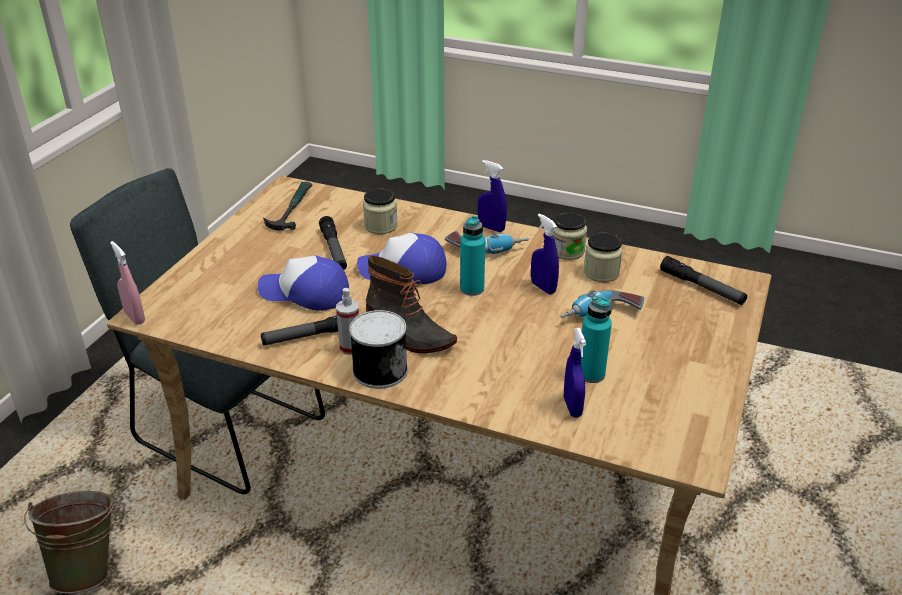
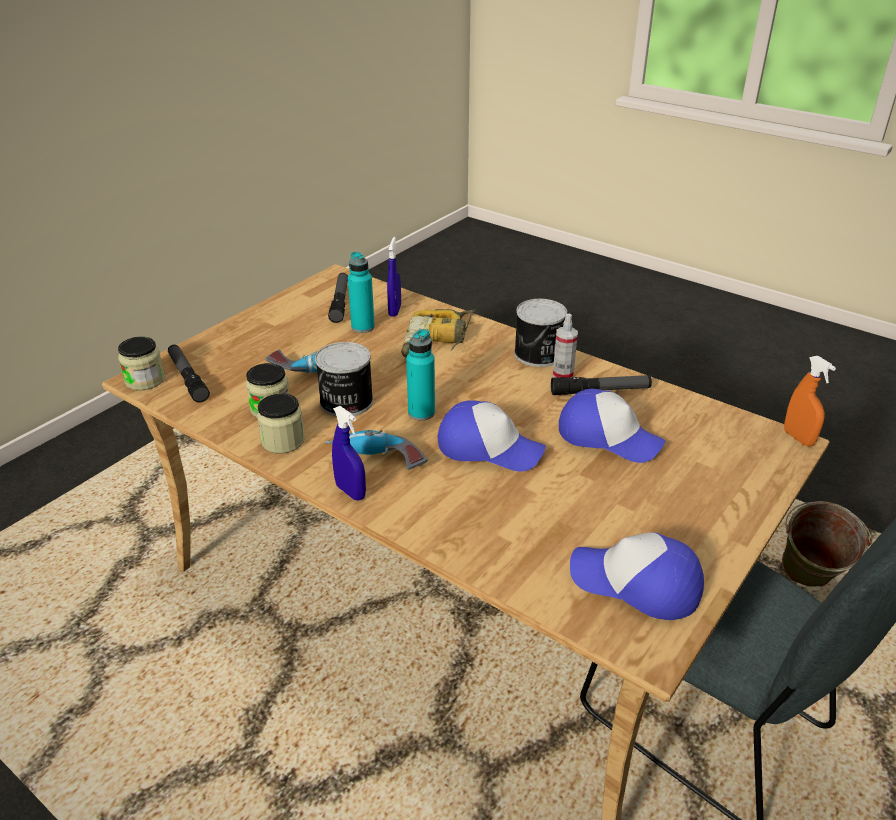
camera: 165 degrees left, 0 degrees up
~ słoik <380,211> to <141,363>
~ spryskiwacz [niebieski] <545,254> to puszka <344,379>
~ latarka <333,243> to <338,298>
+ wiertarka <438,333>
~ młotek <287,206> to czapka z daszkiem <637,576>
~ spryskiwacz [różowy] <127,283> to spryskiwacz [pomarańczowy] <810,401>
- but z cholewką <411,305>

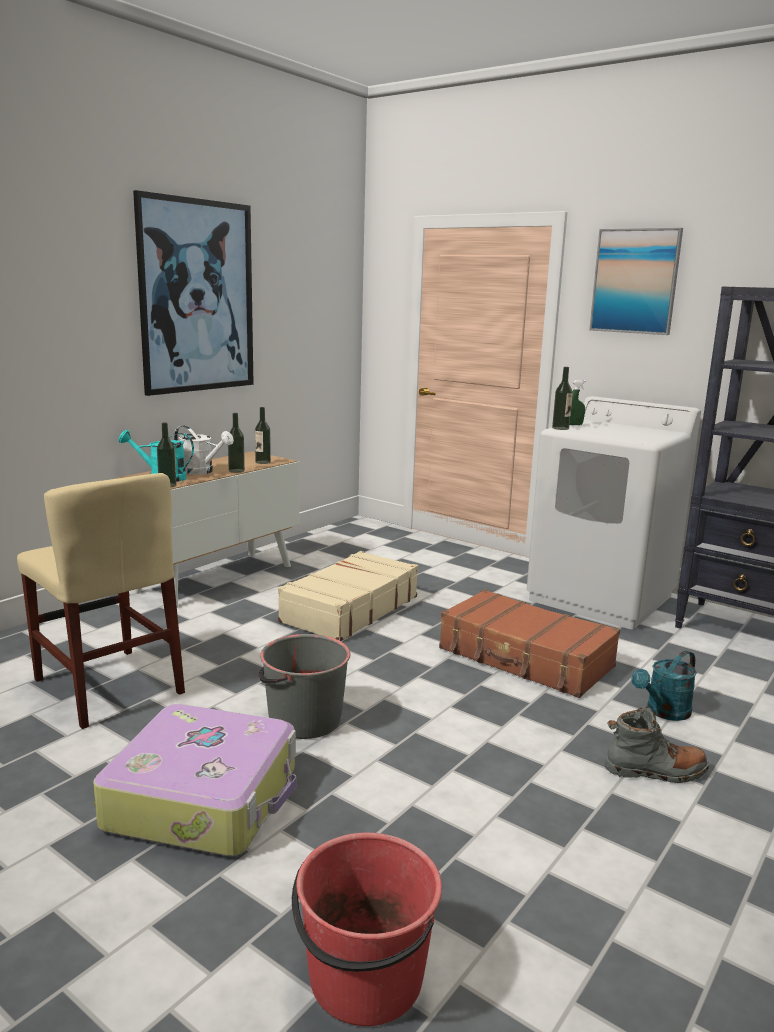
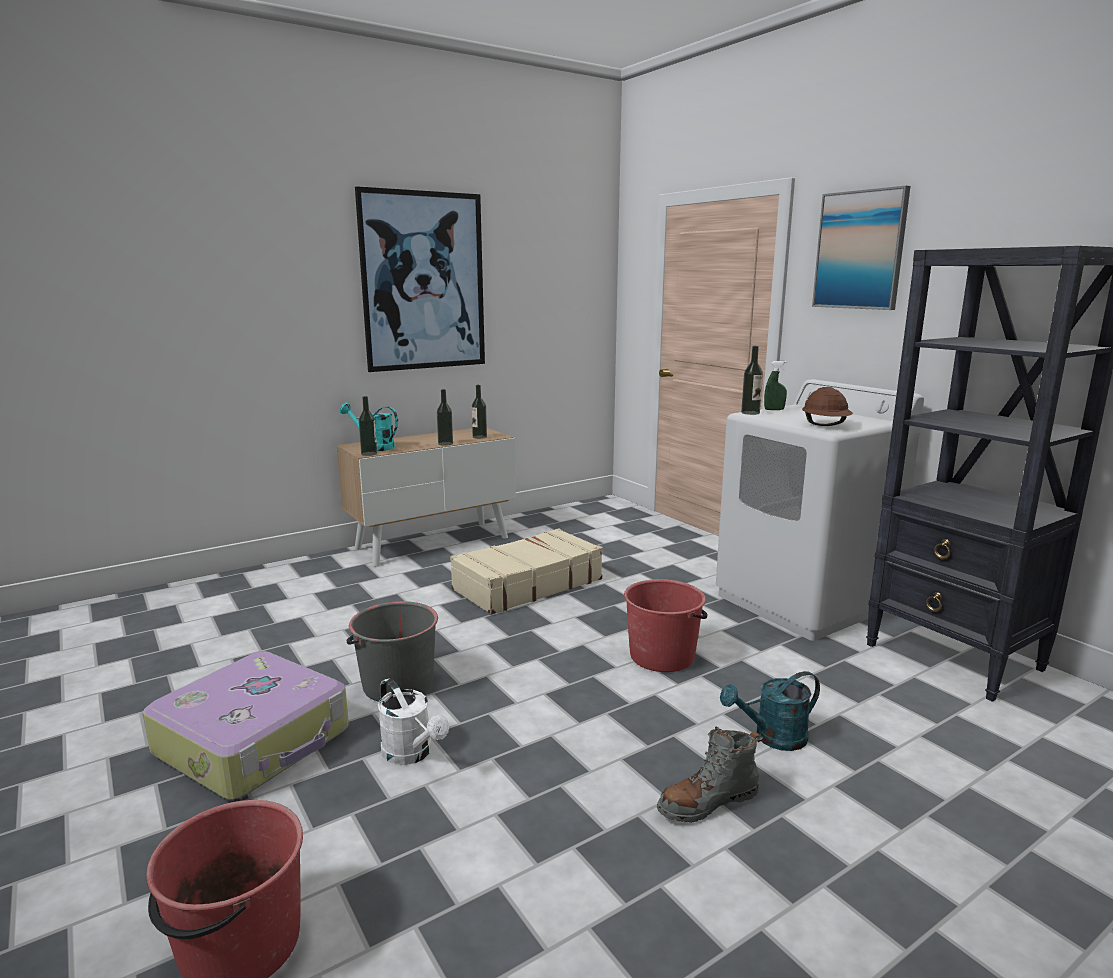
camera: 20 degrees right, 0 degrees up
~ konewka [biały] <204,450> to <413,721>
~ walizka [brązowy] <529,643> to wiadro [czerwony] <666,625>
~ but z cholewką [szary] <657,745> = <710,774> 135 degrees clockwise
+ kask [brązowy] <827,406>
- krzesło [beżowy] <101,601>

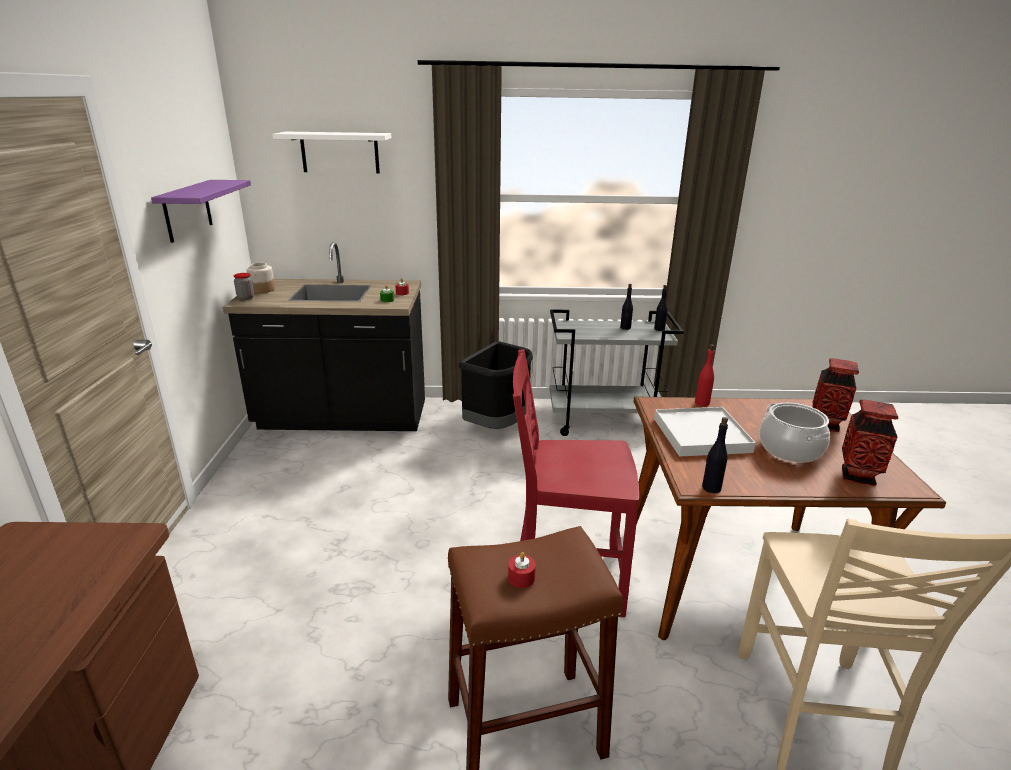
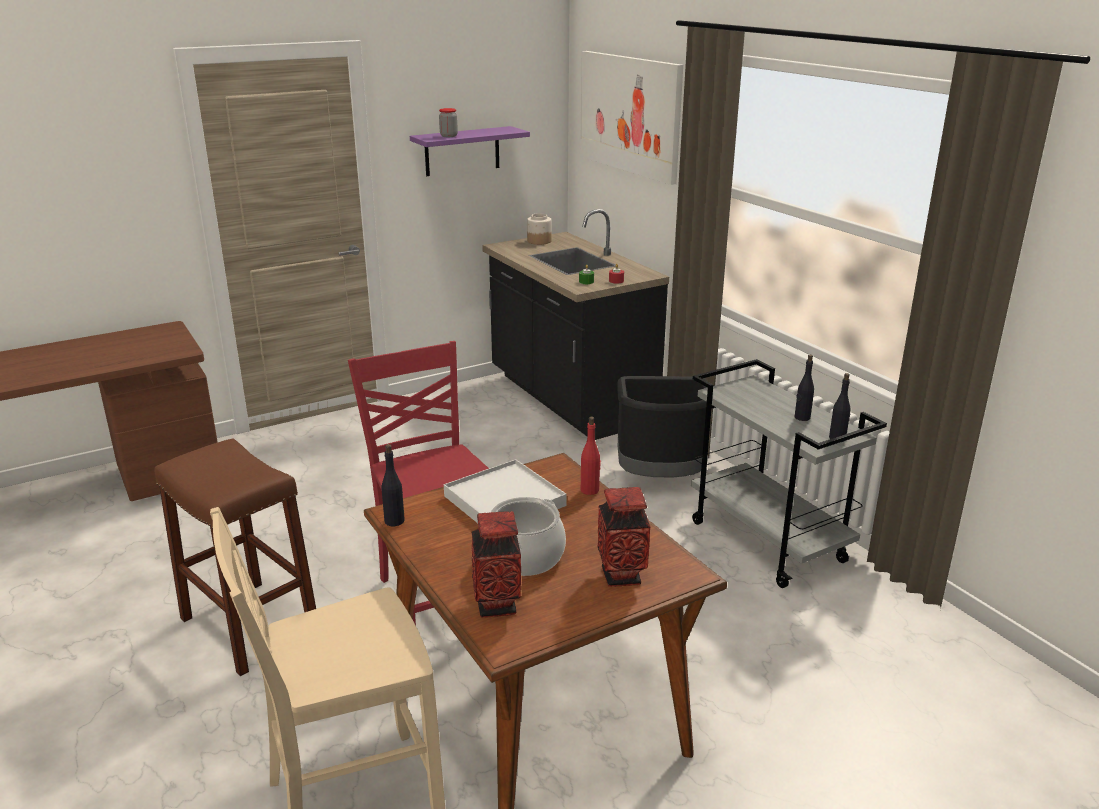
camera: 60 degrees right, 0 degrees up
~ słoik <244,286> to <448,122>
~ półka [biały] <331,152> to obraz <631,118>
- świeca [czerwony] <522,570>

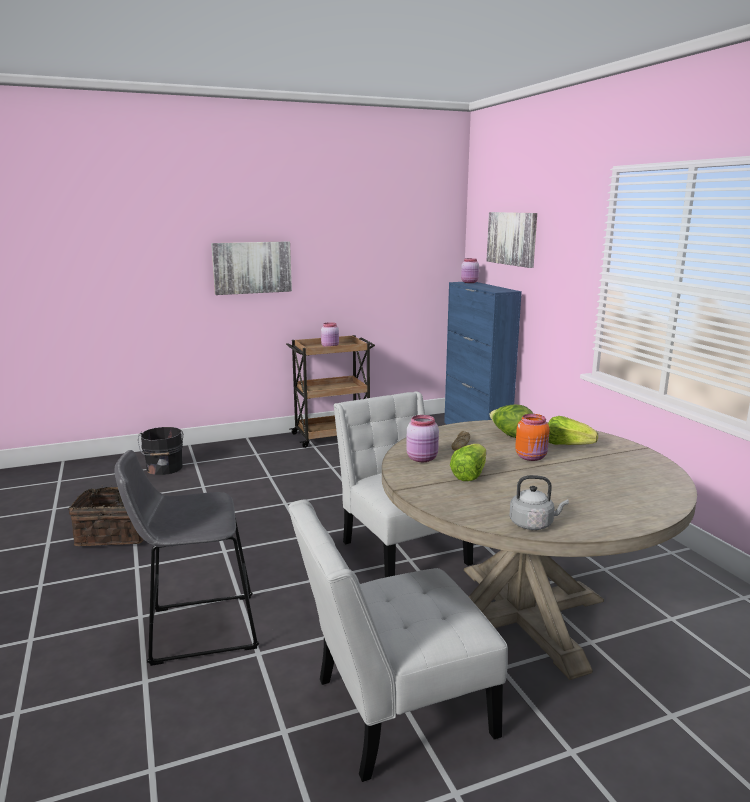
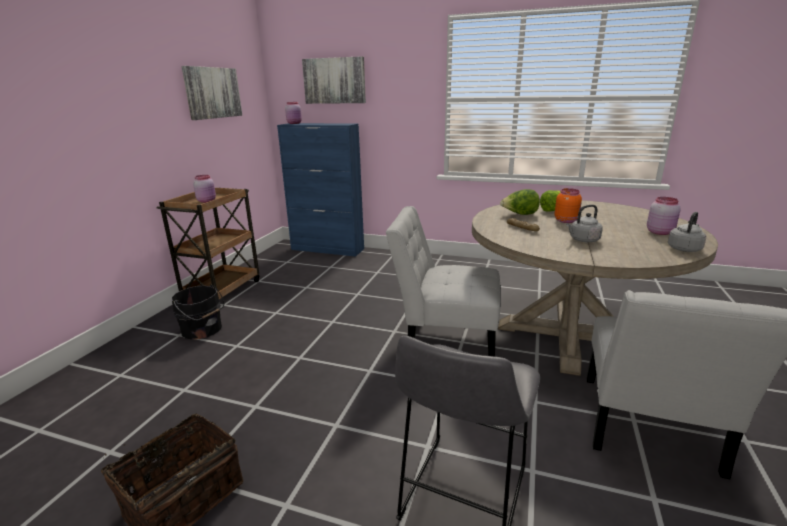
camera: 50 degrees left, 5 degrees up
~ wiadro [czarny] <160,451> to <197,312>
~ obraz <251,268> to <212,93>
~ sałata <468,462> to czajnik [szary] <584,223>
~ słoik [różowy] <422,438> to <664,216>

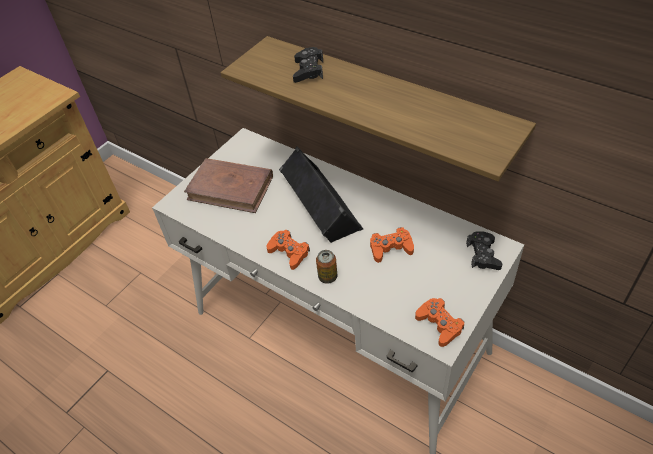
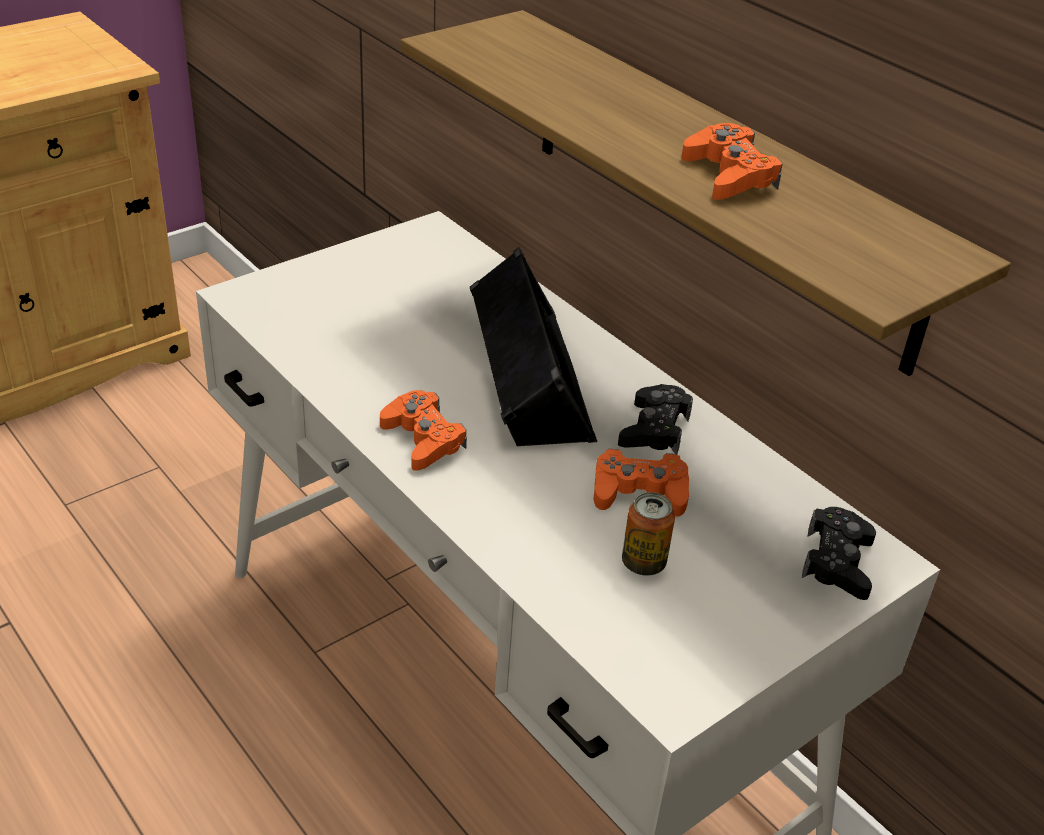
camera: 10 degrees right, 10 degrees down
~ pad do gier [czarny] <308,65> to <655,419>
~ puszka <326,267> to <648,533>
~ pad do gier [pomarańczowy] <439,322> to <732,161>
- książka [brązowy] <228,185>

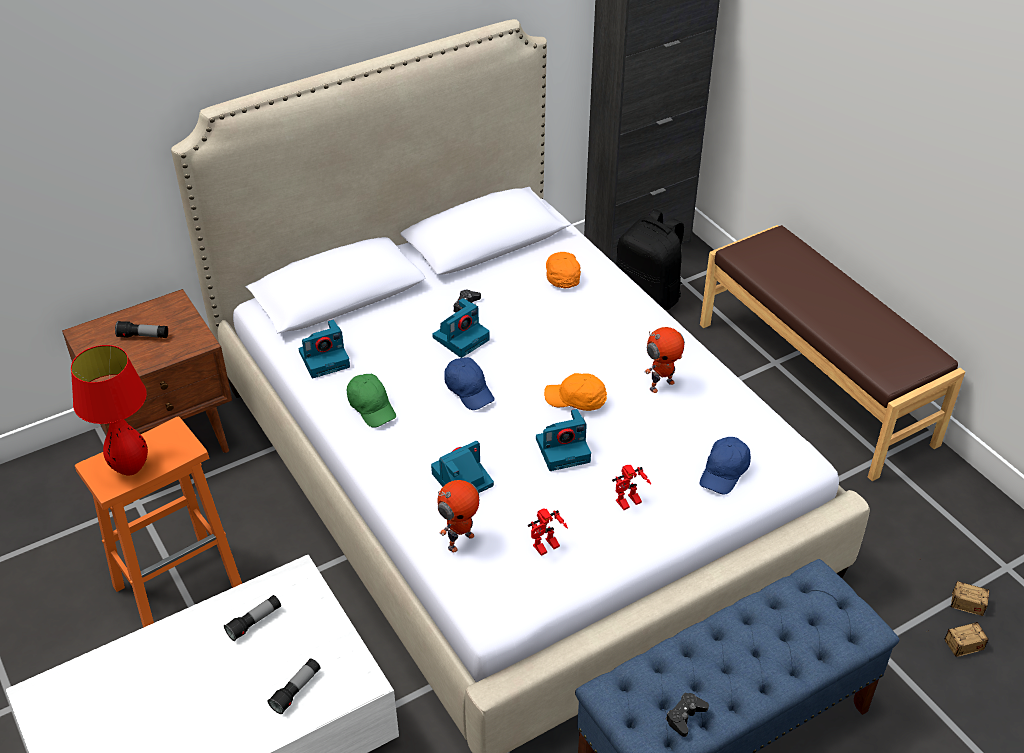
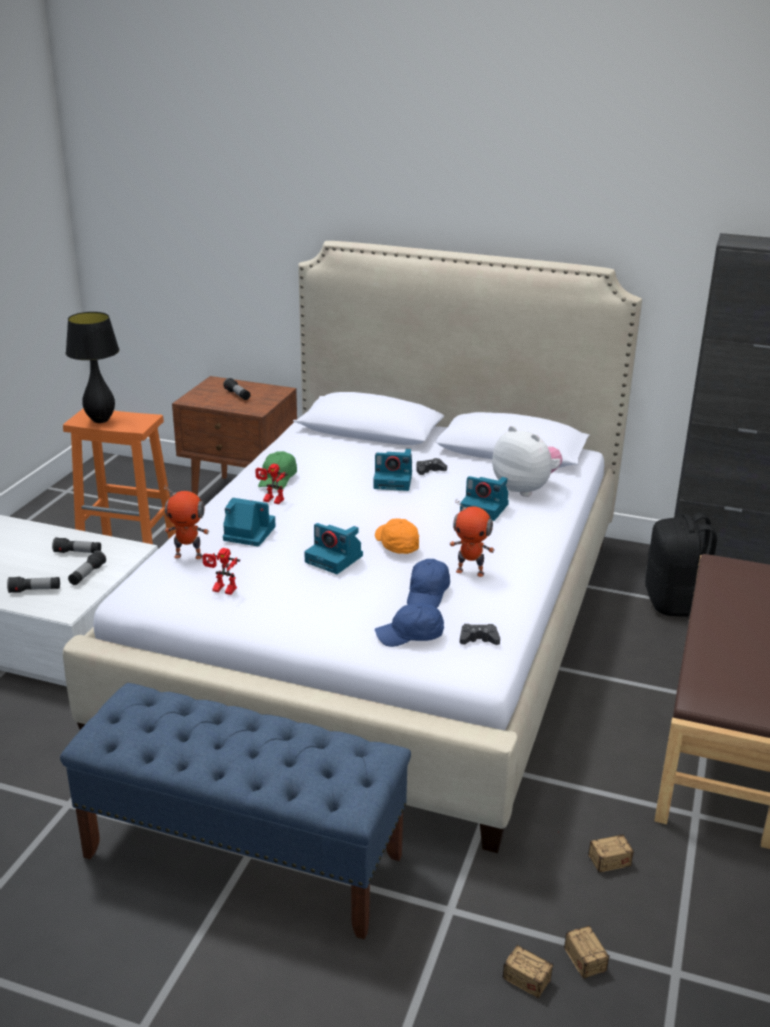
camera: 50 degrees right, 15 degrees down
~ lampa stołowa [czerwony] <109,410> to lampa stołowa [czarny] <92,367>
+ latarka <87,567>
~ robot zabawkowy <631,487> to <271,484>
~ czapka z daszkiem [niebieski] <469,383> to <428,583>
~ aparat fotograficzny <324,349> to <484,498>
~ pad do gier [czarny] <687,715> to <480,634>
~ czapka z daszkiem [pomarańczowy] <563,270> to pluszak <527,461>
+ pojemnik do przechowywania <596,852>

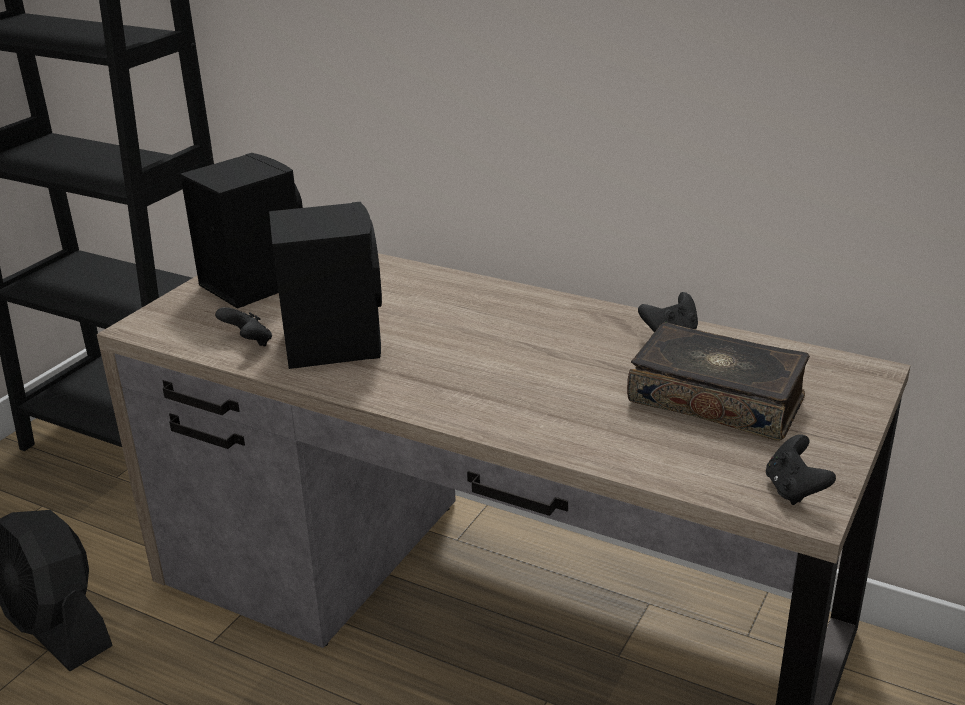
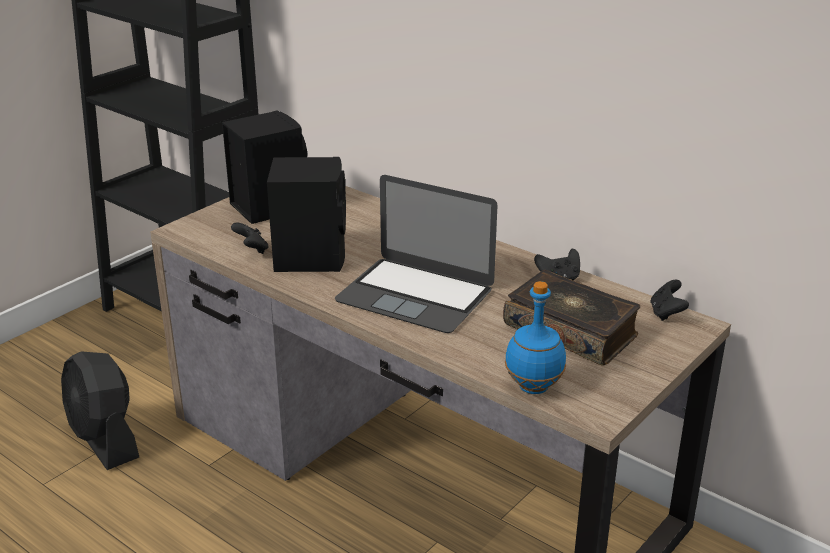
camera: 10 degrees right, 0 degrees up
+ laptop <416,254>
+ butelka [niebieski] <535,337>
~ pad do gier [czarny] <801,469> to <669,300>

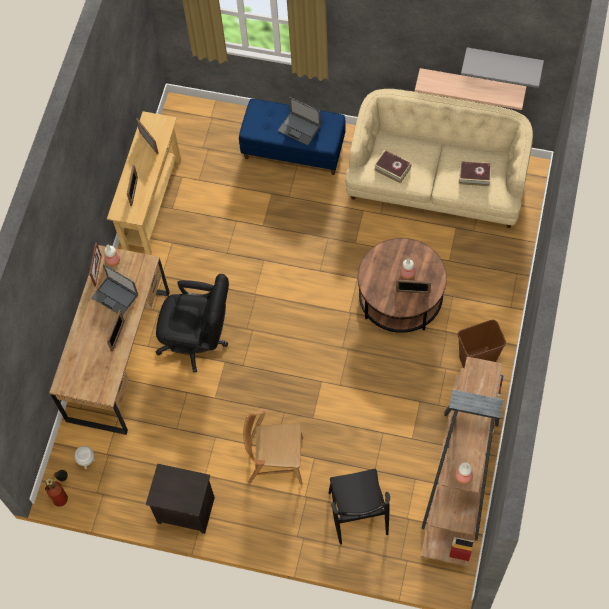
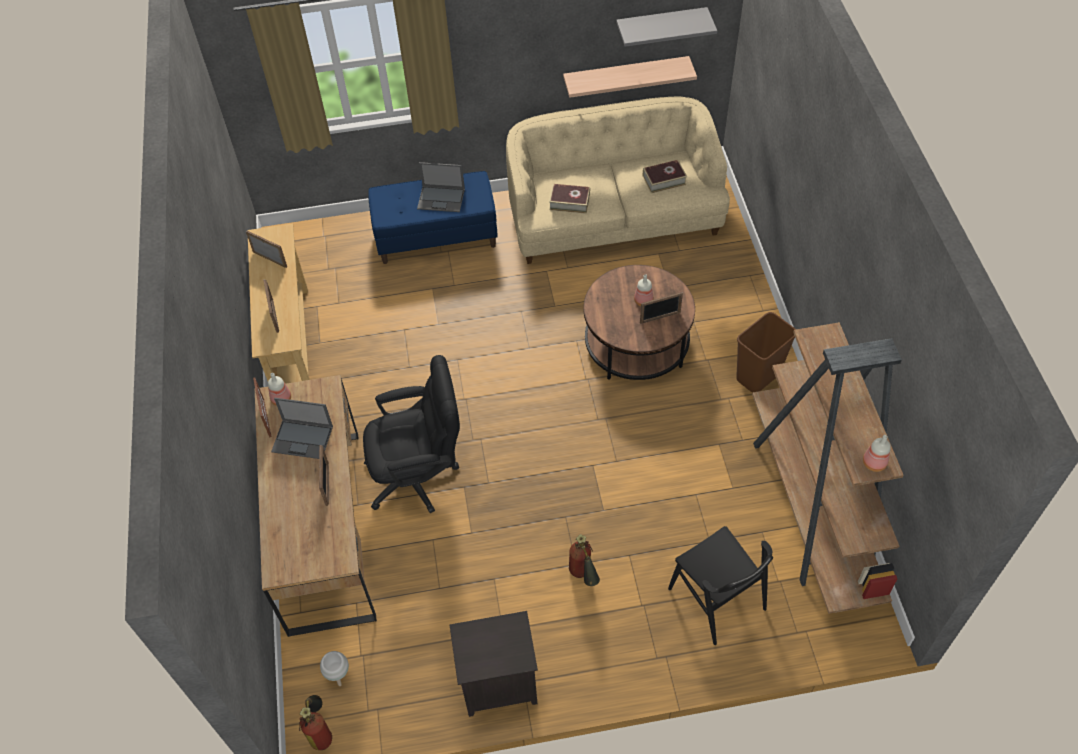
camera: 25 degrees left, 10 degrees down
~ krzesło [brązowy] <273,447> to gaśnica <584,560>

